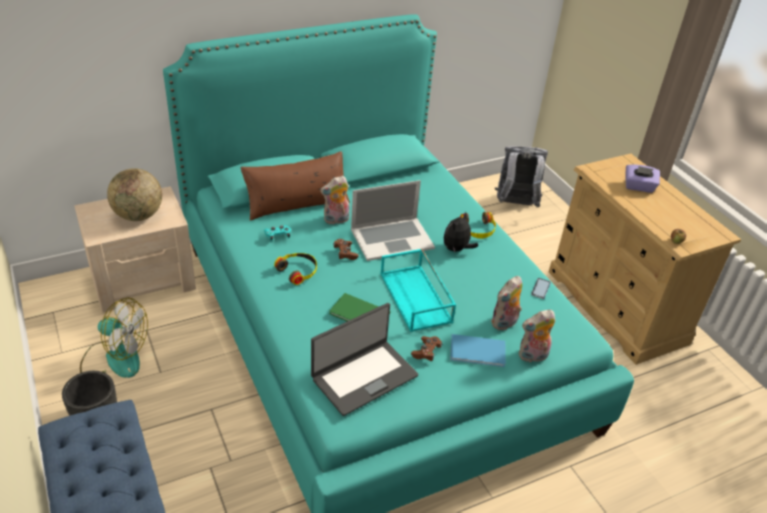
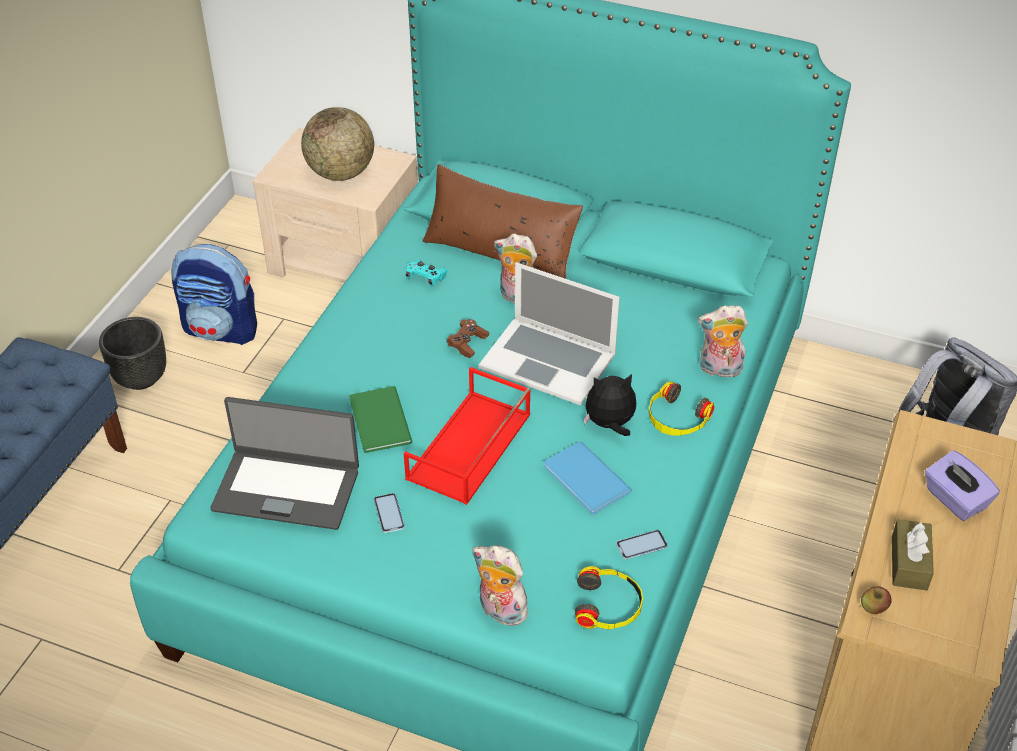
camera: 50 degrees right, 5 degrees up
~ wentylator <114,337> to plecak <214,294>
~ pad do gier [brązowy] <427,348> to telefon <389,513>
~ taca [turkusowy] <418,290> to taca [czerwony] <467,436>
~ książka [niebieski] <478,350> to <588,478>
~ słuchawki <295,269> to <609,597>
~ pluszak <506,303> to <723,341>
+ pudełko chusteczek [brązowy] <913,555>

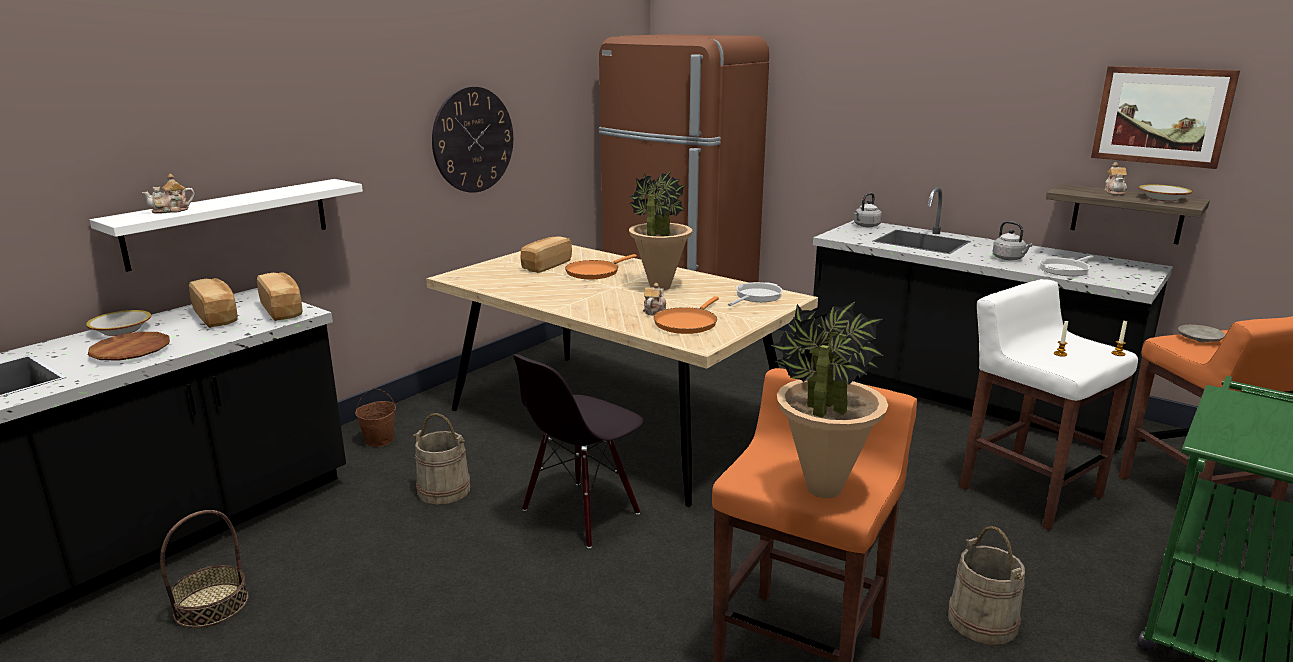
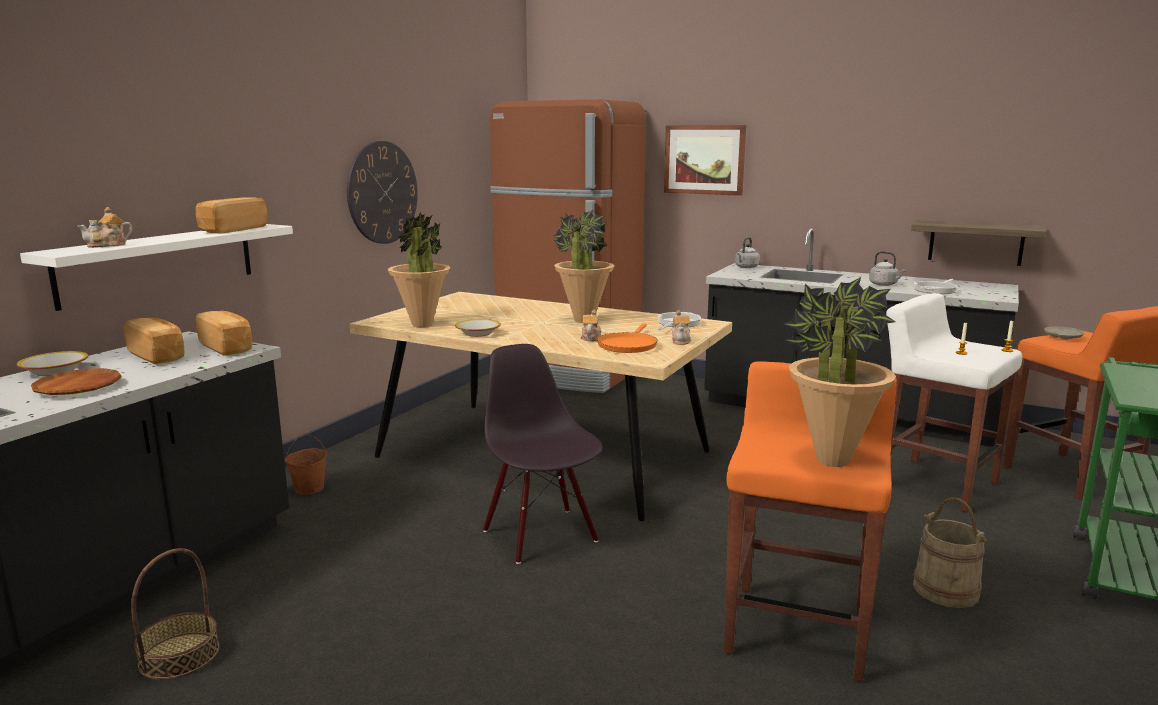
camera: 10 degrees left, 5 degrees down
~ chleb <546,254> to <231,215>
+ roślina doniczkowa <418,269>
~ miska <1165,192> to <478,328>
~ krzesło [czarny] <578,451> = <543,454> 120 degrees clockwise
~ obraz <1165,117> to <705,160>
~ imbryk <1115,178> to <681,327>
- wiadro [beżowy] <441,459>
- patelnia [pomarańczowy] <601,266>

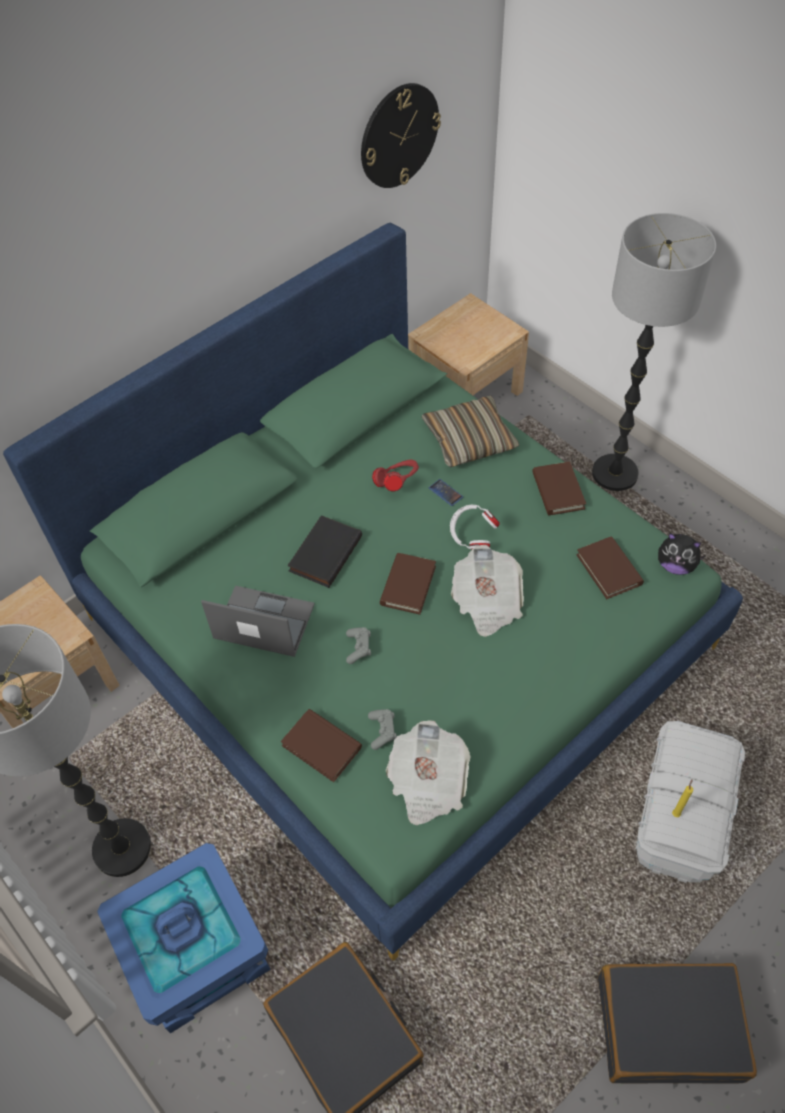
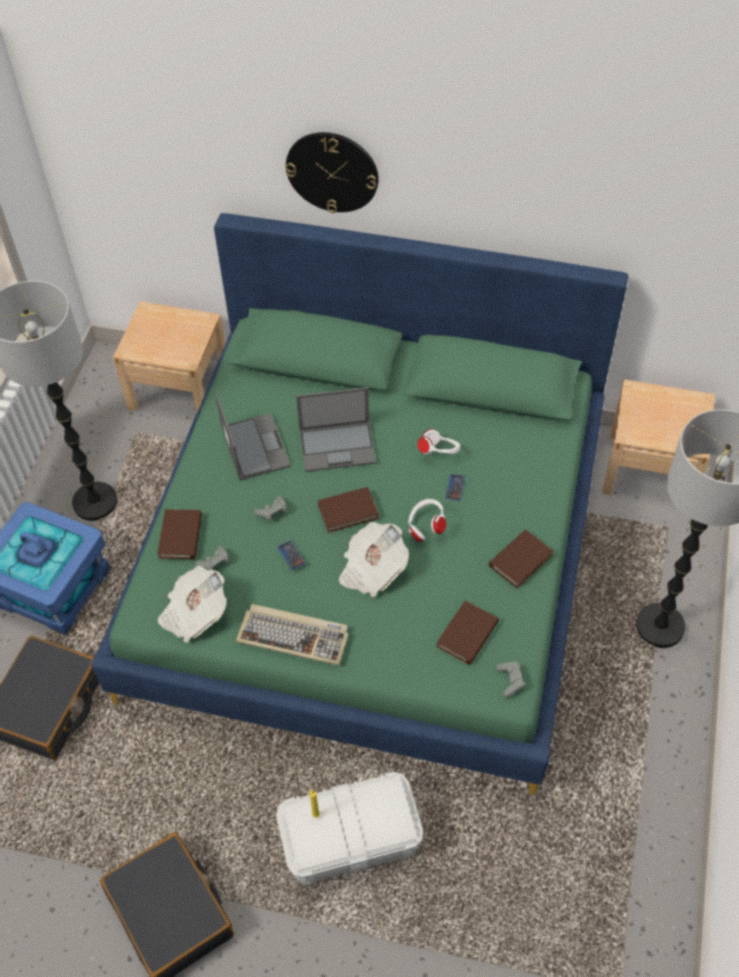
camera: 55 degrees right, 0 degrees up
+ klawiatura <292,635>
+ telefon <291,555>
~ zegar ścienny <401,135> to <332,172>
~ książka [czarny] <324,551> to laptop <336,429>
~ słuchawki [czerwony] <395,476> to słuchawki [biały] <439,441>
~ pluszak <682,554> to pad do gier [szary] <510,680>
- poduszka <470,431>

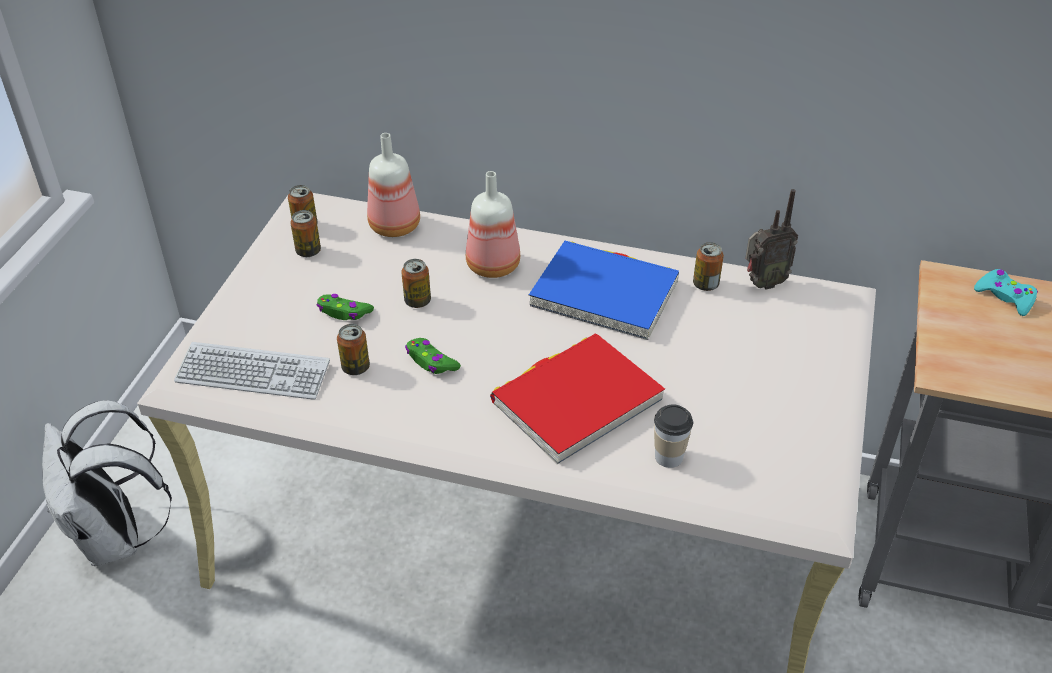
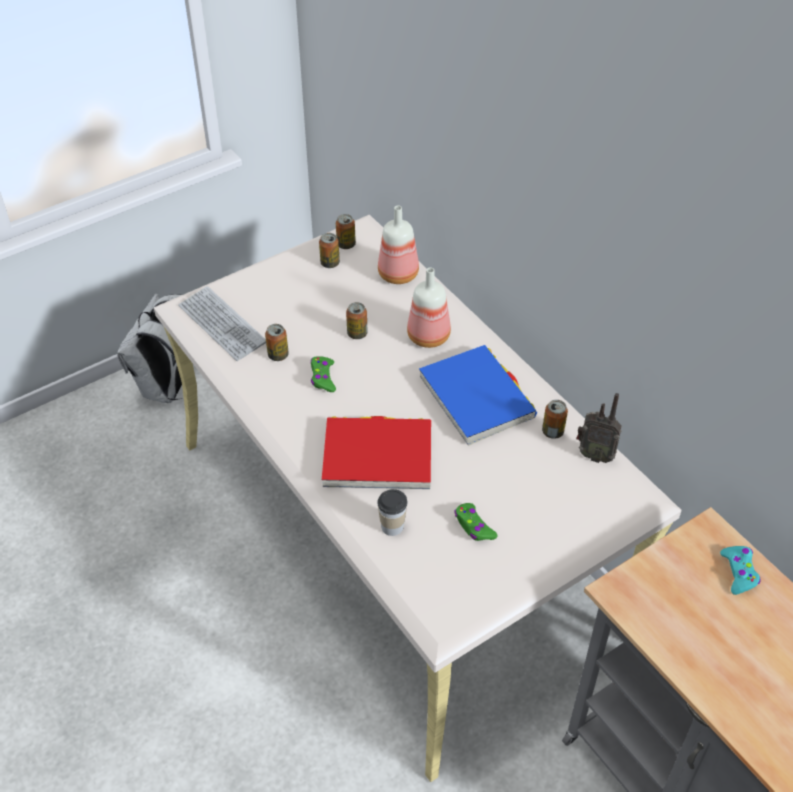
camera: 40 degrees right, 5 degrees up
~ pad do gier [zielony] <345,307> to <476,522>

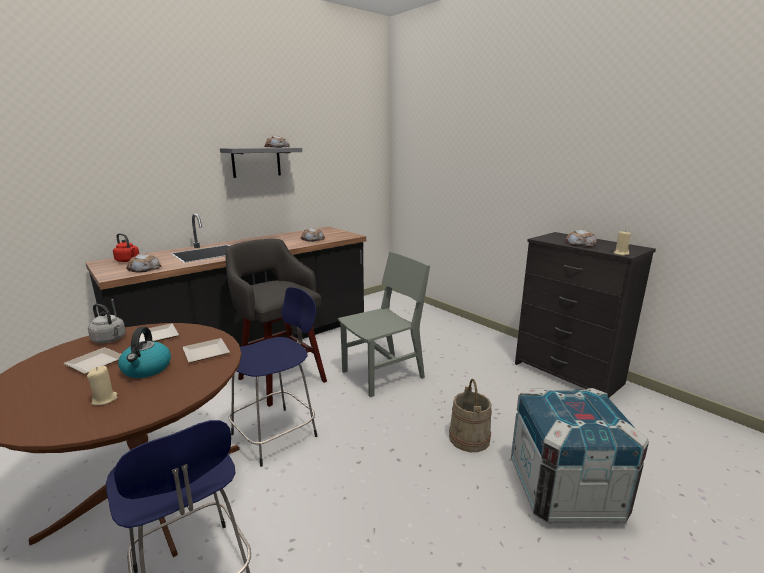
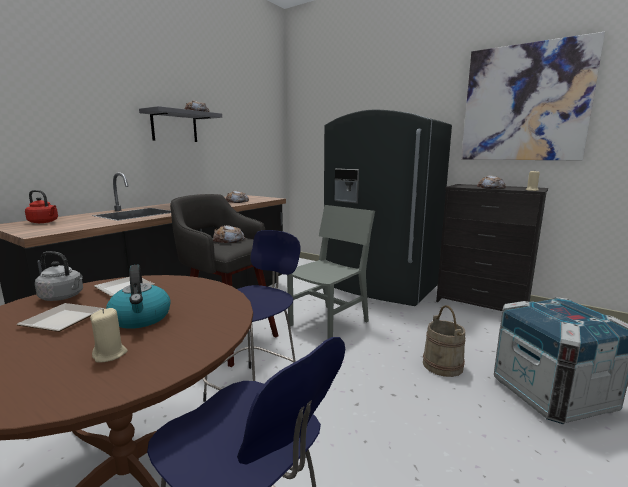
camera: 15 degrees left, 5 degrees down
~ chleb <143,263> to <229,234>
+ lodówka [szary] <388,207>
+ obraz <533,96>
- talerz <206,350>

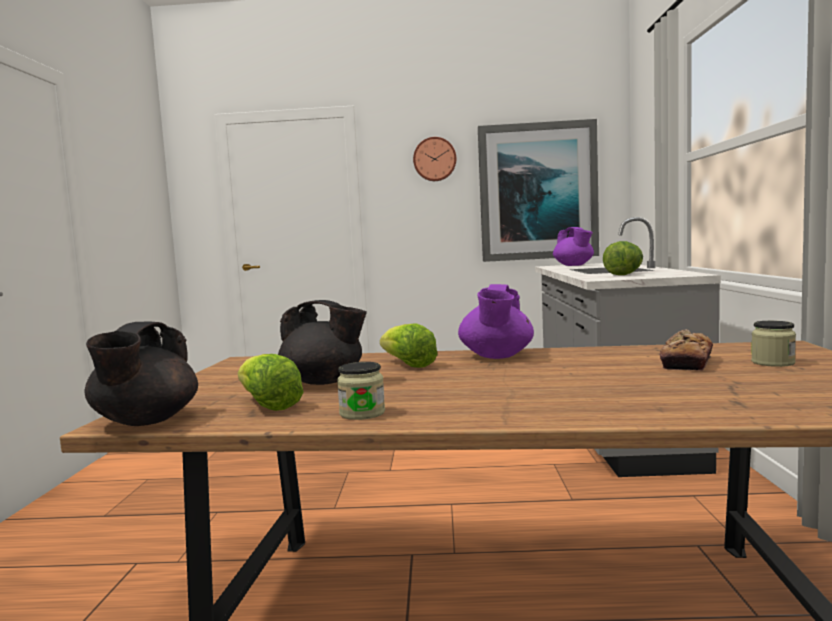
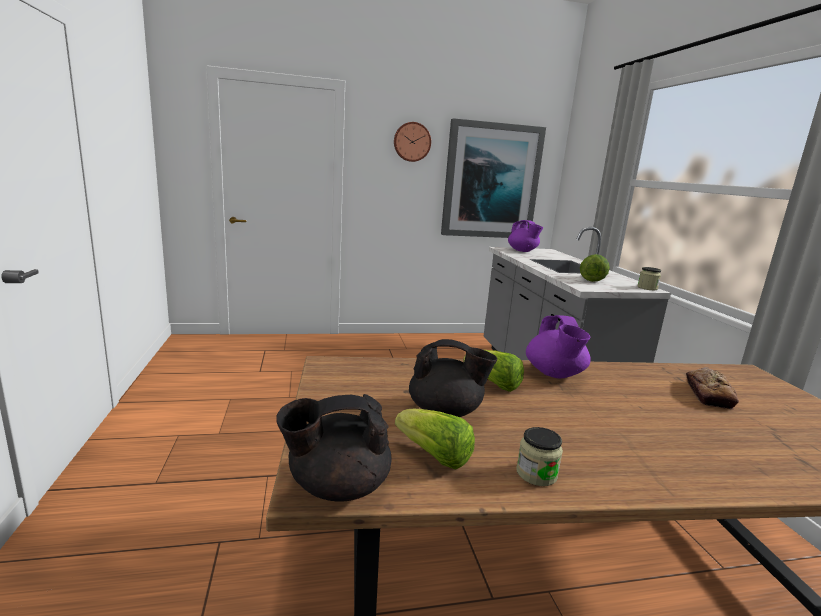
camera: 15 degrees left, 10 degrees up
~ imbryk [czarny] <141,374> = <334,448> 75 degrees clockwise
~ słoik <773,344> to <649,278>

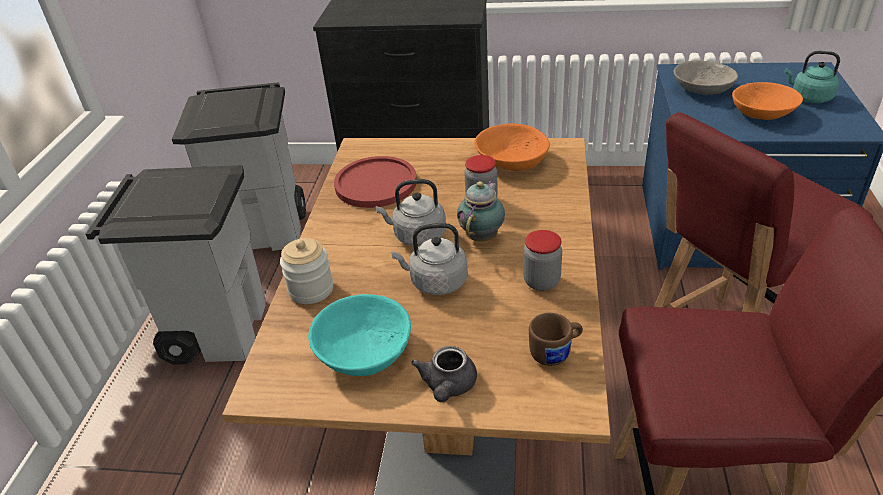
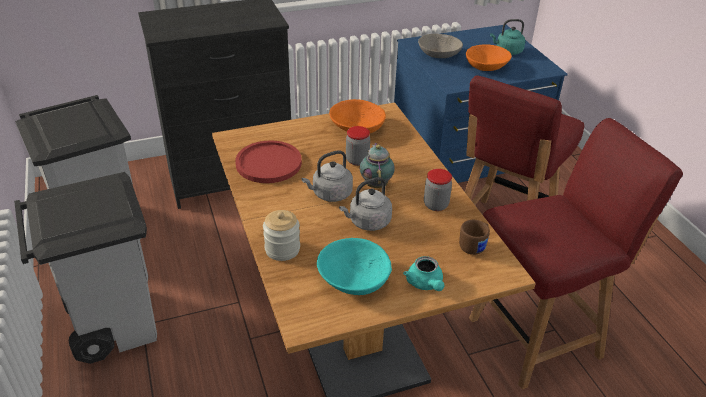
camera: 30 degrees left, 0 degrees up
~ imbryk [szary] <444,374> to imbryk [turkusowy] <424,273>

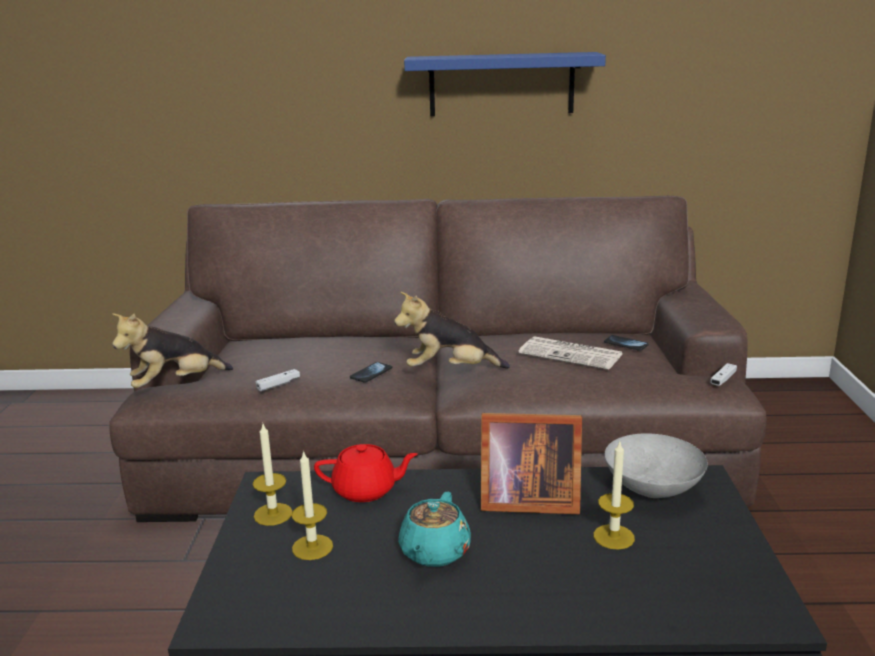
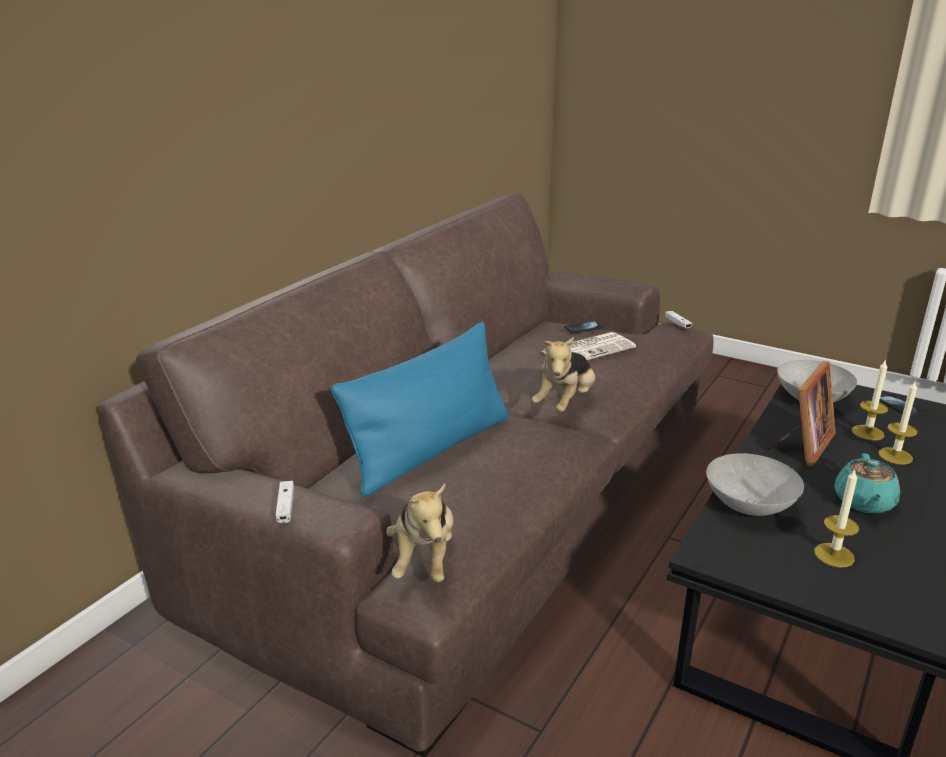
camera: 60 degrees left, 5 degrees up
~ pad do gier [biały] <277,380> to <285,502>
+ poduszka [niebieski] <420,409>
~ imbryk [czerwony] <366,473> to miska [szary] <755,484>
~ imbryk [turkusowy] <434,529> = <867,483> 60 degrees clockwise
~ świeca <273,475> to <898,422>
~ telefon <371,372> to <901,405>
- półka [niebieski] <505,84>

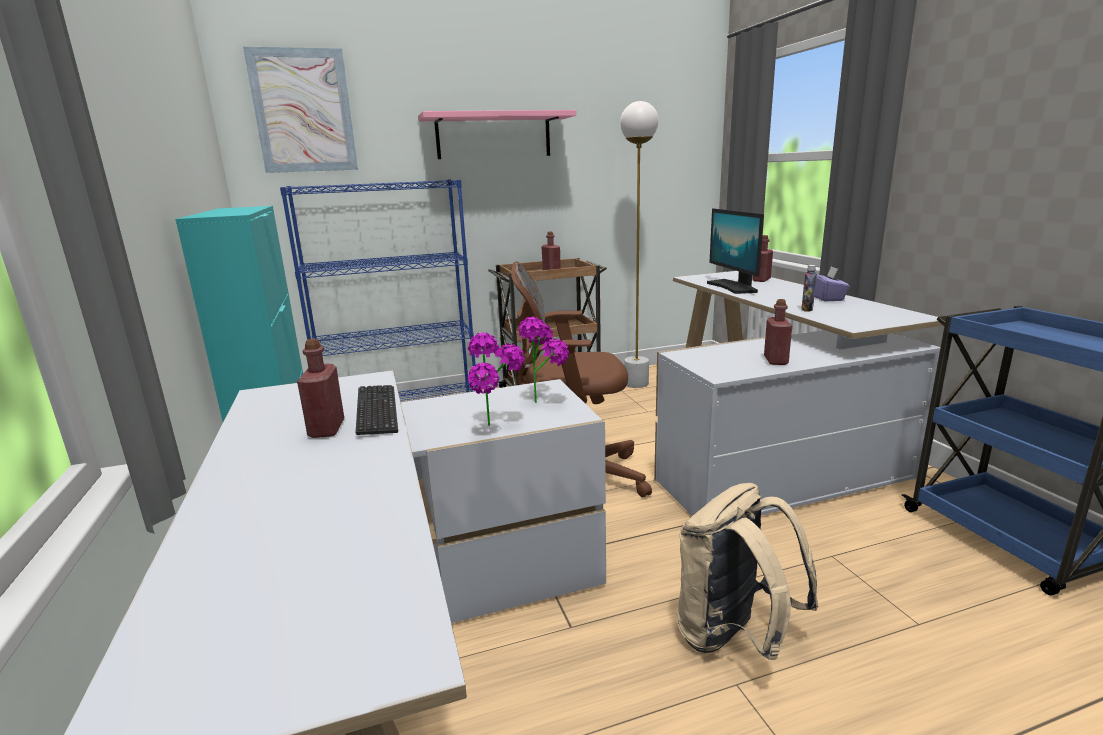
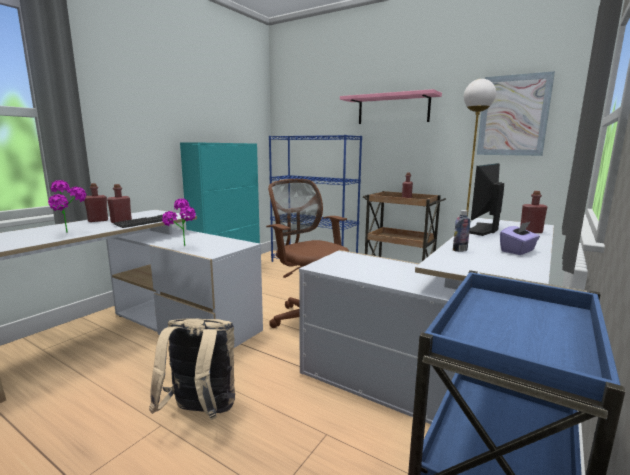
camera: 50 degrees right, 5 degrees down
~ roślina doniczkowa <544,360> to <67,206>
~ butelka [czerwony] <778,332> to <96,202>
~ obraz <300,110> to <516,113>

